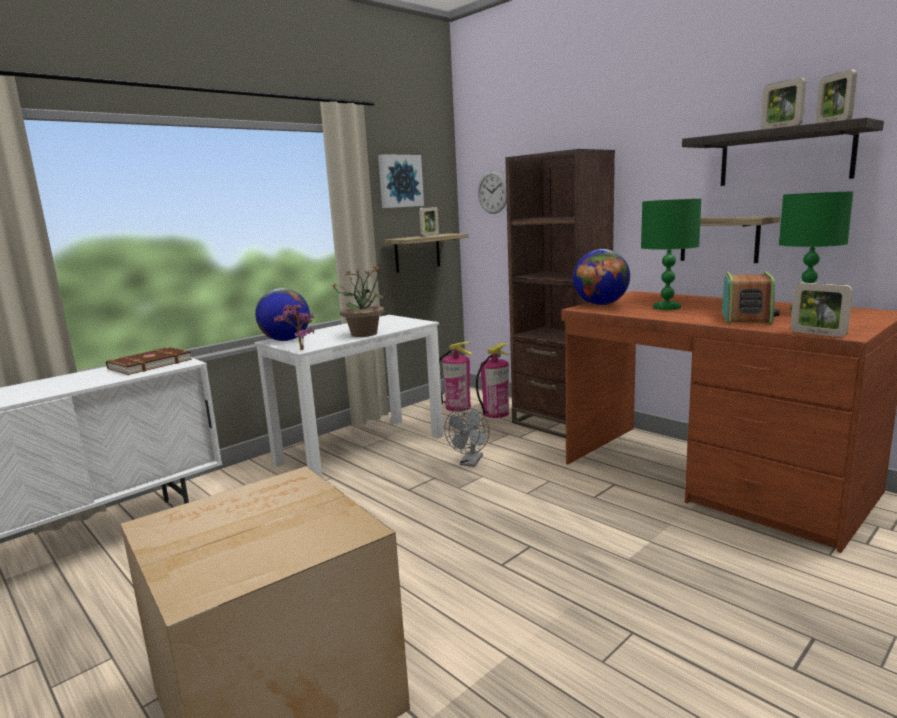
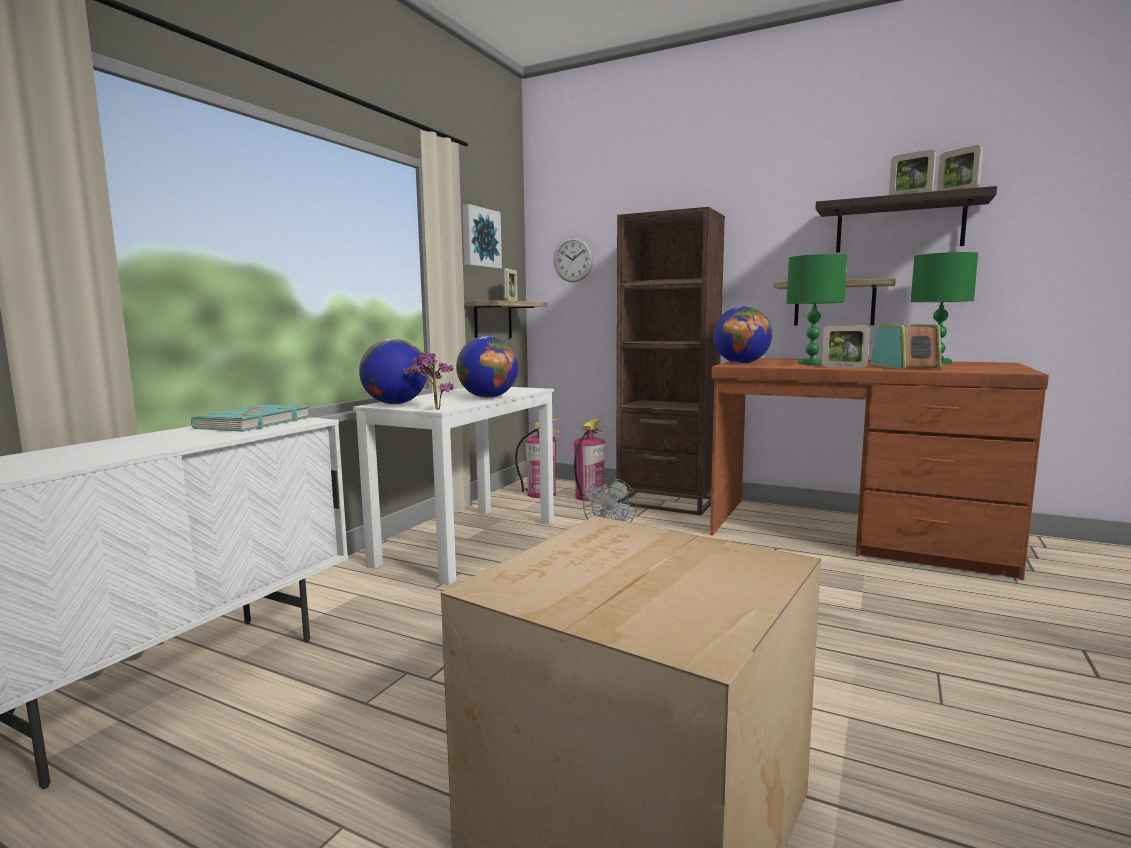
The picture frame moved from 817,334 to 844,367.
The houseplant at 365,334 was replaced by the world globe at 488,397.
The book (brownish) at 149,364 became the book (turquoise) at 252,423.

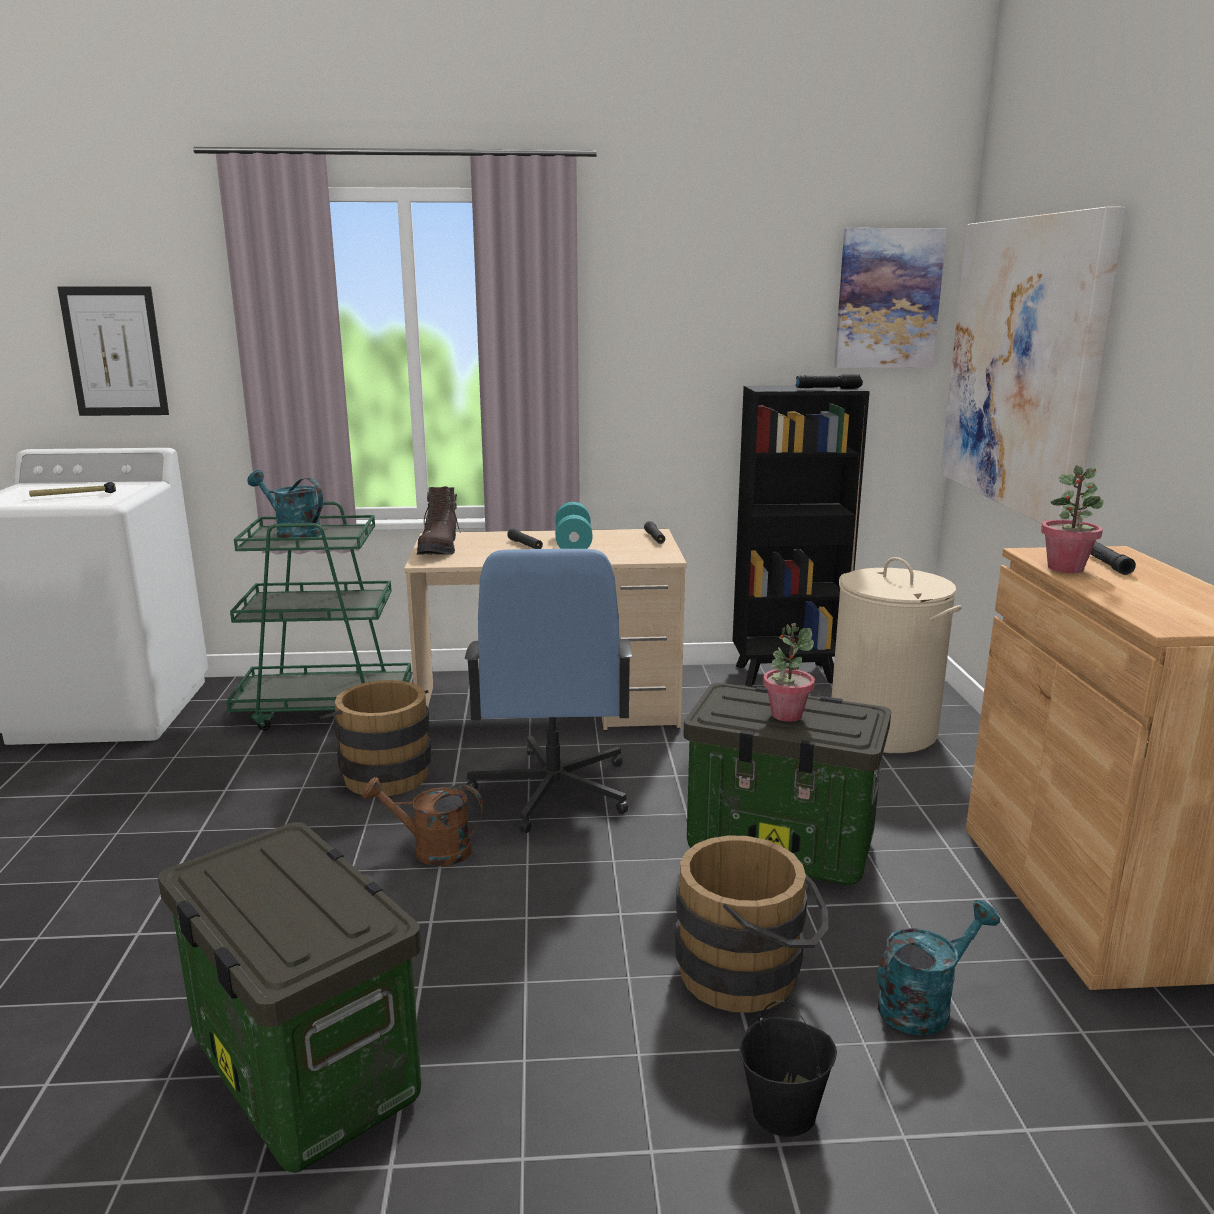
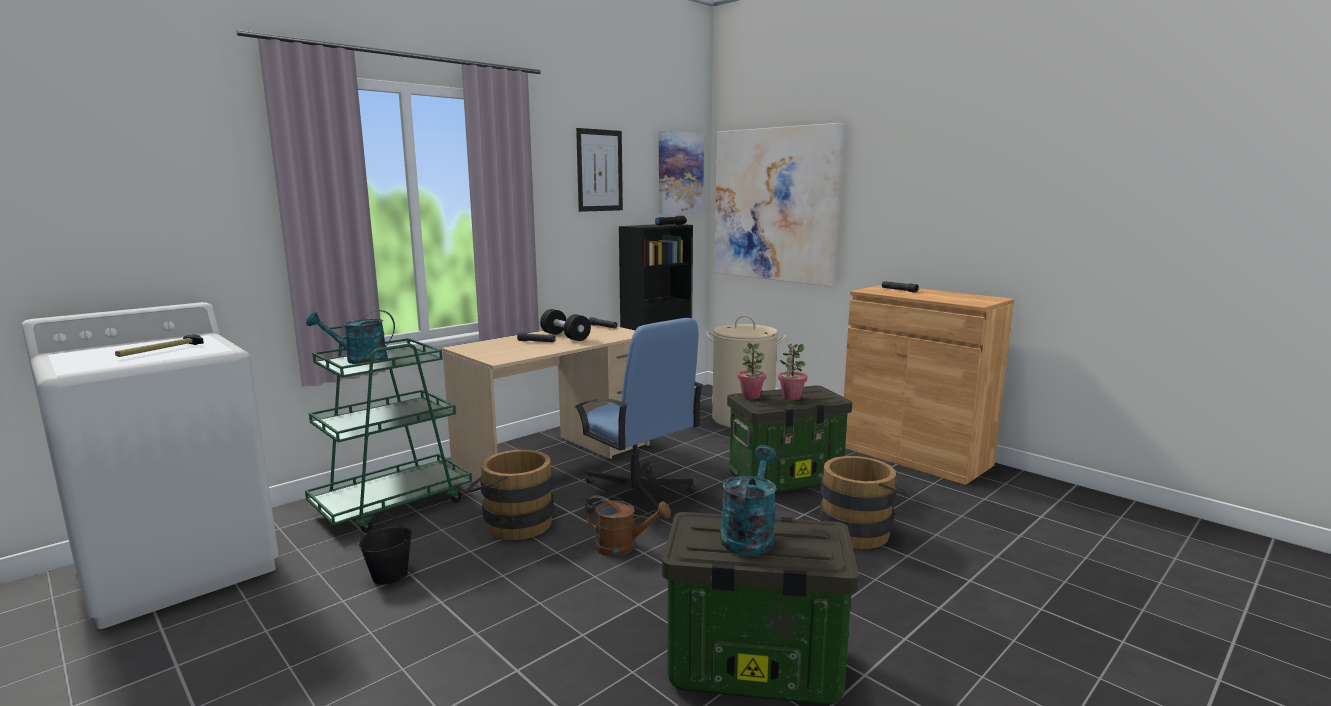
The tall boot (brownish) at 439,549 disappeared.
The wall picture moved from 115,352 to 599,170.
The bucket (black-coloured) moved from 784,1111 to 390,575.
The watering pot (turquoise) moved from 923,1004 to 749,534.
The houseplant moved from 1065,568 to 751,396.
The free weight (turquoise) at 573,544 became the free weight (black-coloured) at 565,337.
The watering pot (brownish) at 431,850 turned 135 degrees counterclockwise.

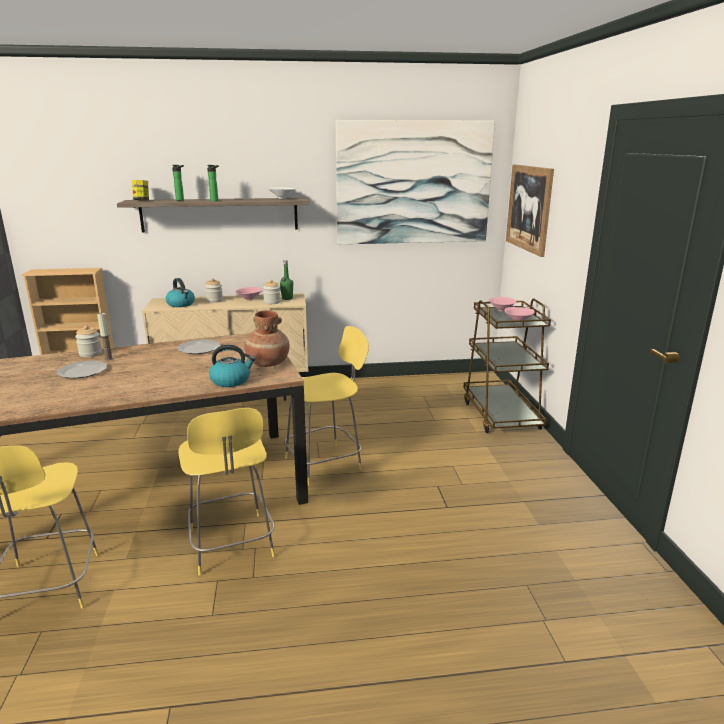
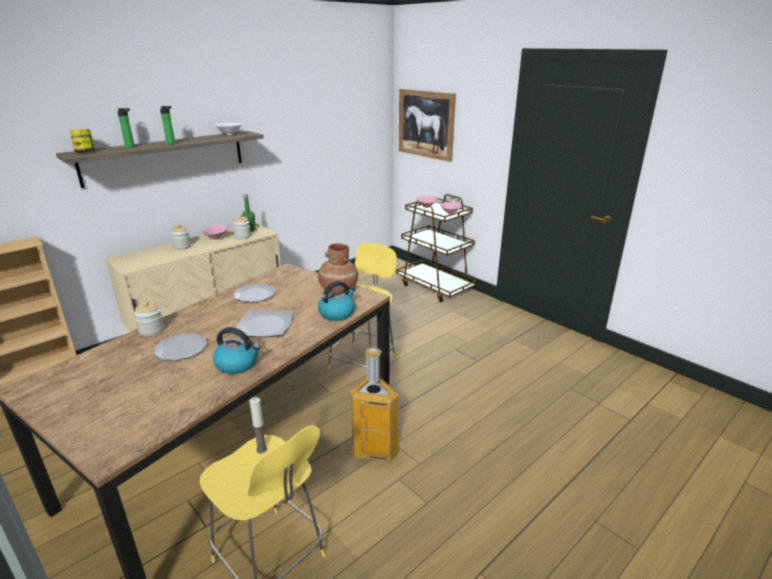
The wall picture at 413,183 disappeared.
The flat dish at 265,325 appeared.
The wax candle moved from 108,358 to 261,449.
The tea kettle moved from 181,304 to 238,364.
The stool seat (yellowish) at 231,545 was replaced by the rubbish bin at 375,450.

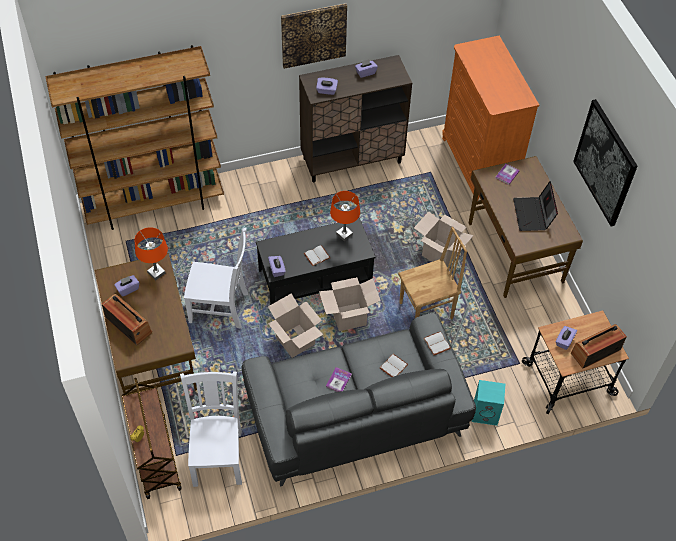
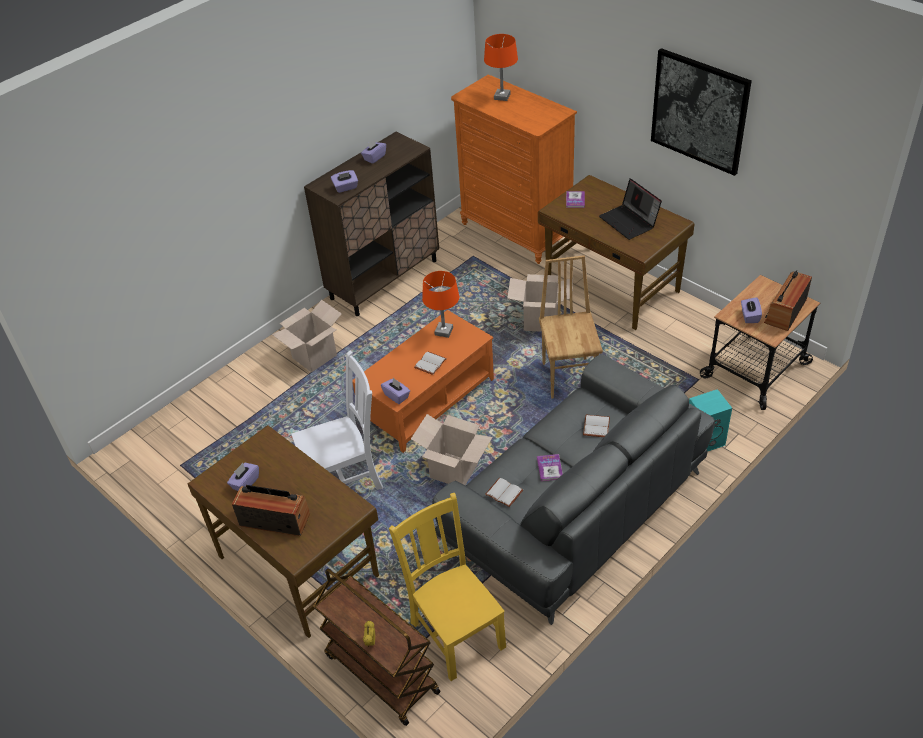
The bookcase (brownish) at 155,205 disappeared.
The wall picture at 313,35 disappeared.
The table lamp (orangey) moved from 156,273 to 502,97.
The packing box moved from 349,317 to 314,356.
The book (white) moved from 437,343 to 505,492.
The chair (white) at 218,456 became the chair (yellowish) at 456,632.
The coffee table (black-coloured) at 315,278 became the coffee table (orangey) at 428,401.
The chair (brownish) at 426,311 turned 45 degrees counterclockwise.

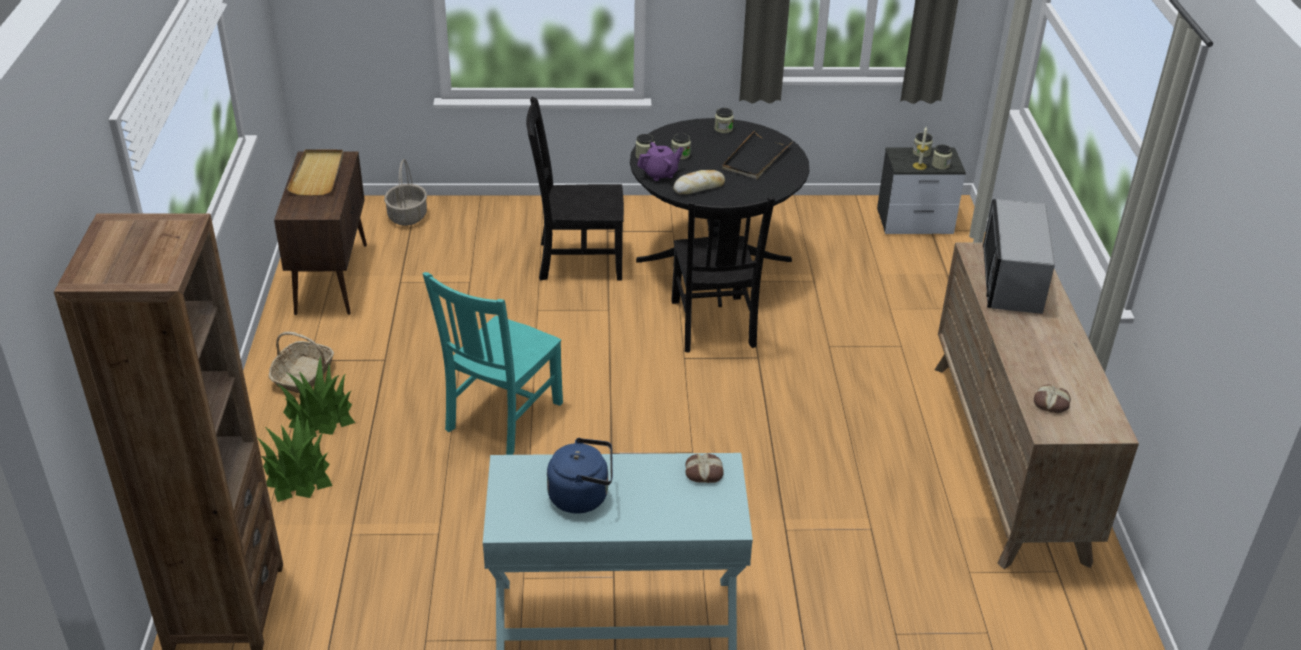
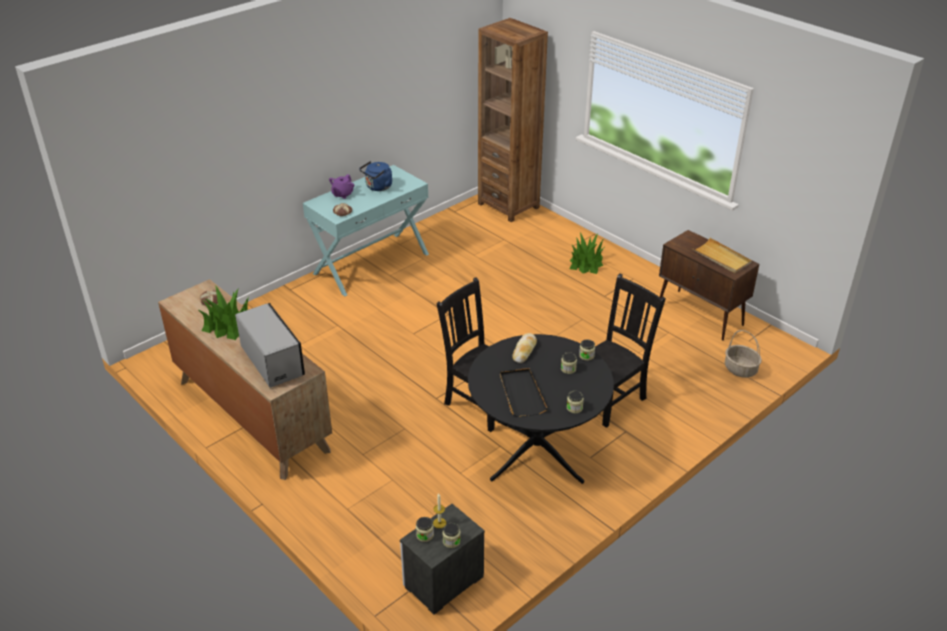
The household basket at 303,375 disappeared.
The chair (turquoise) at 501,418 disappeared.
The houseplant moved from 298,475 to 227,325.
The tea pot (purple) moved from 660,174 to 342,194.

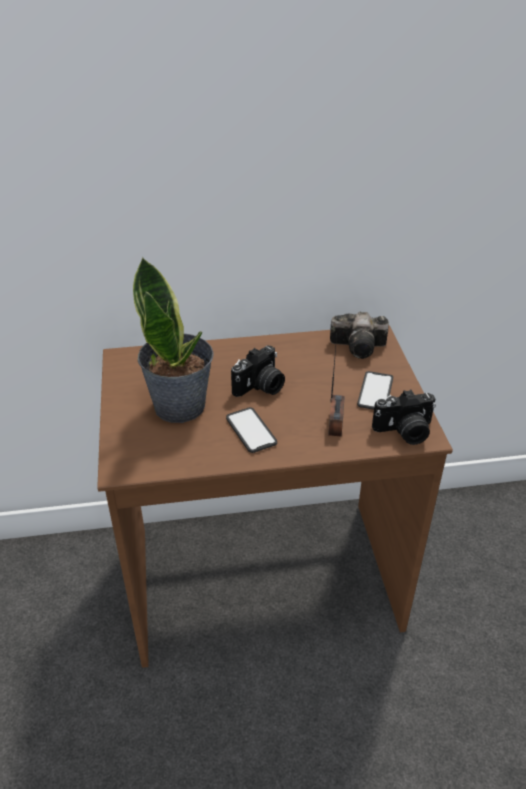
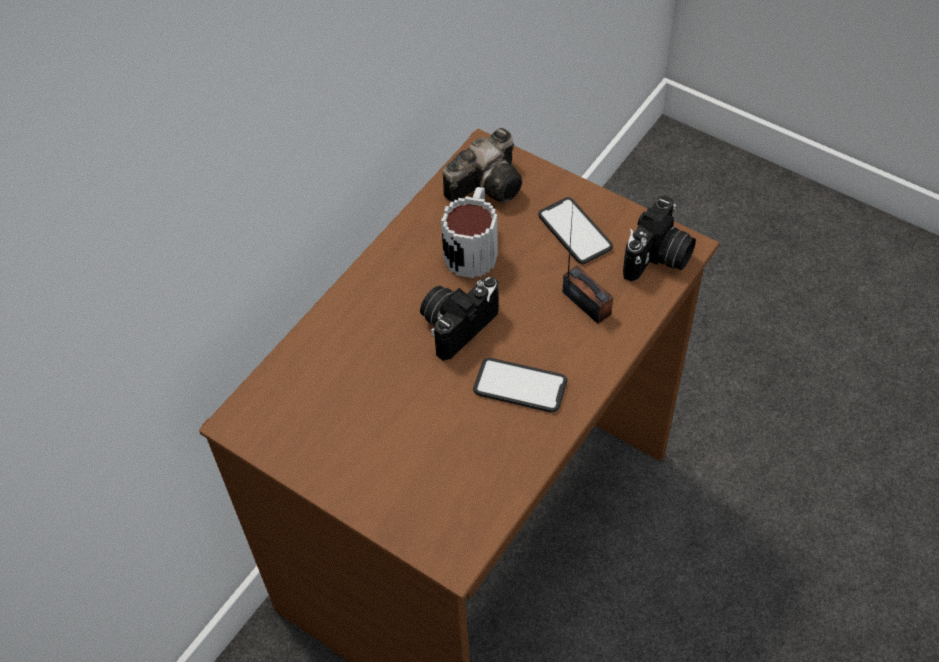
The houseplant at 180,405 disappeared.
The coffee mug at 473,247 appeared.
The still camera at 260,387 turned 135 degrees counterclockwise.

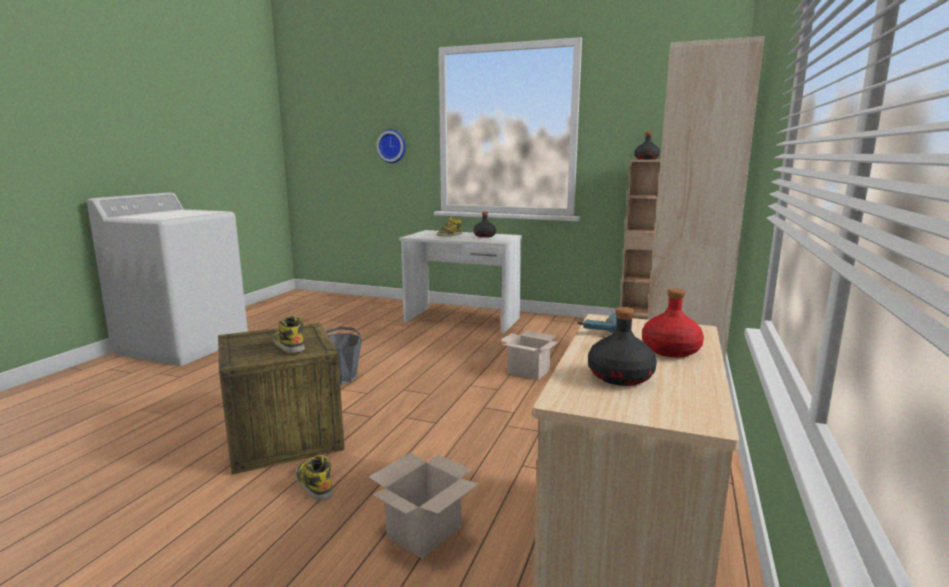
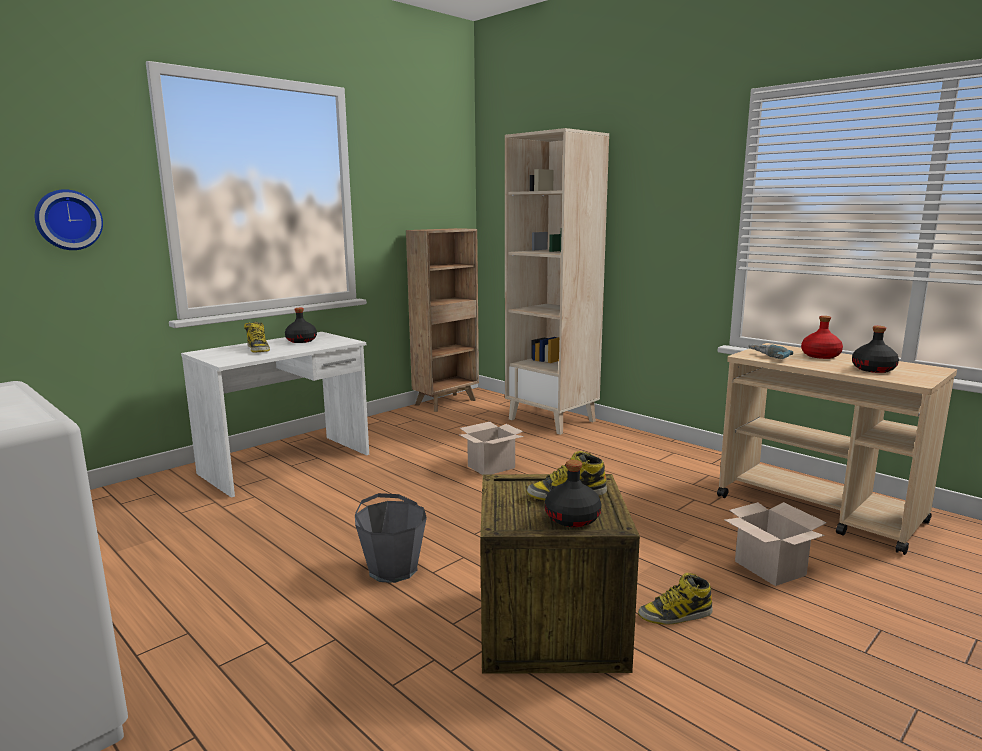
The drink bottle (black-coloured) moved from 647,159 to 573,518.

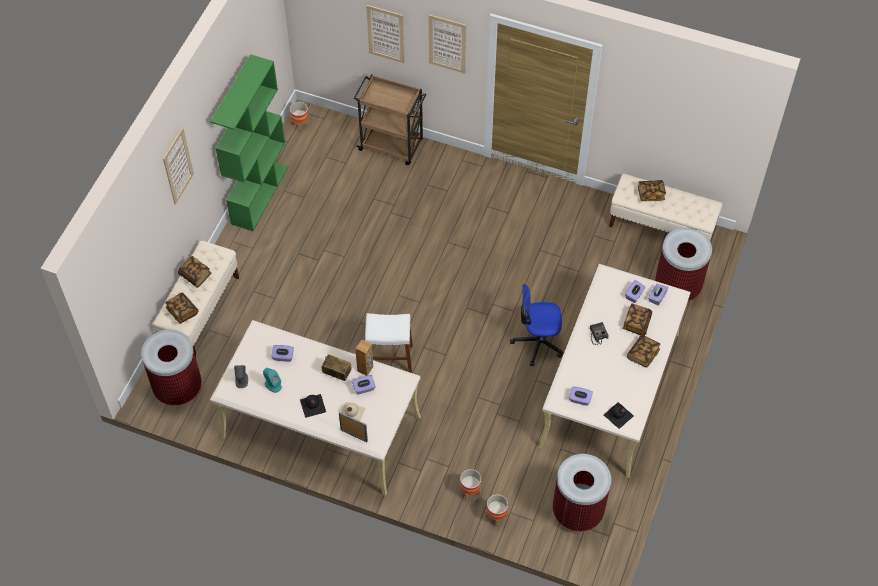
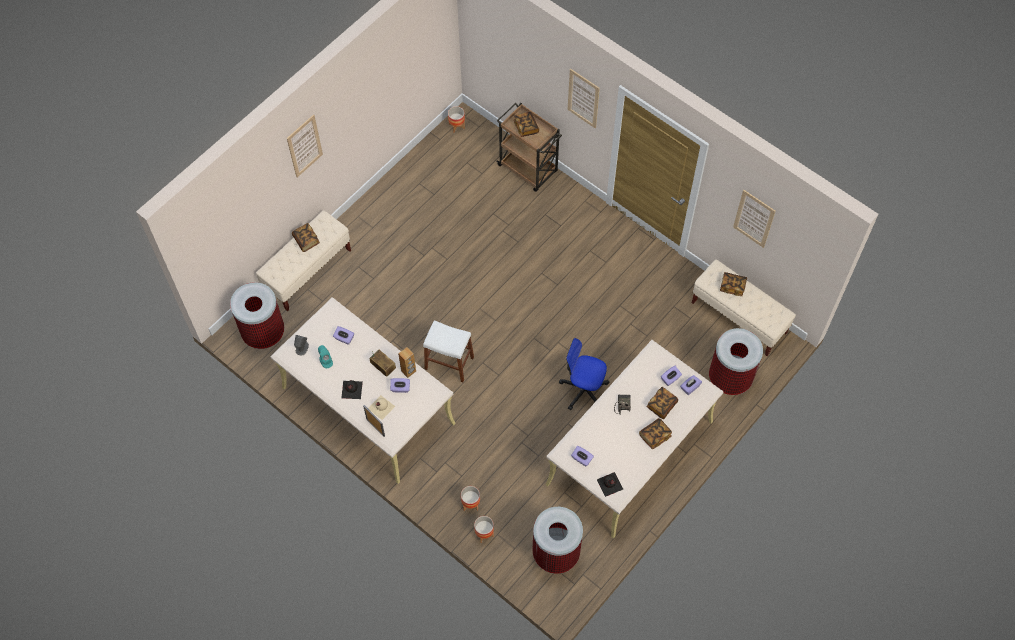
The bookcase (green) at 259,194 disappeared.
The book moved from 182,311 to 526,128.
The wall picture moved from 386,34 to 754,218.

